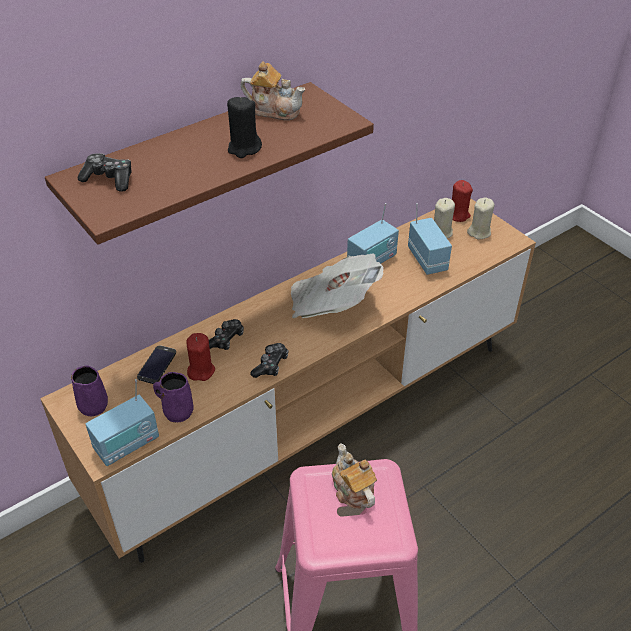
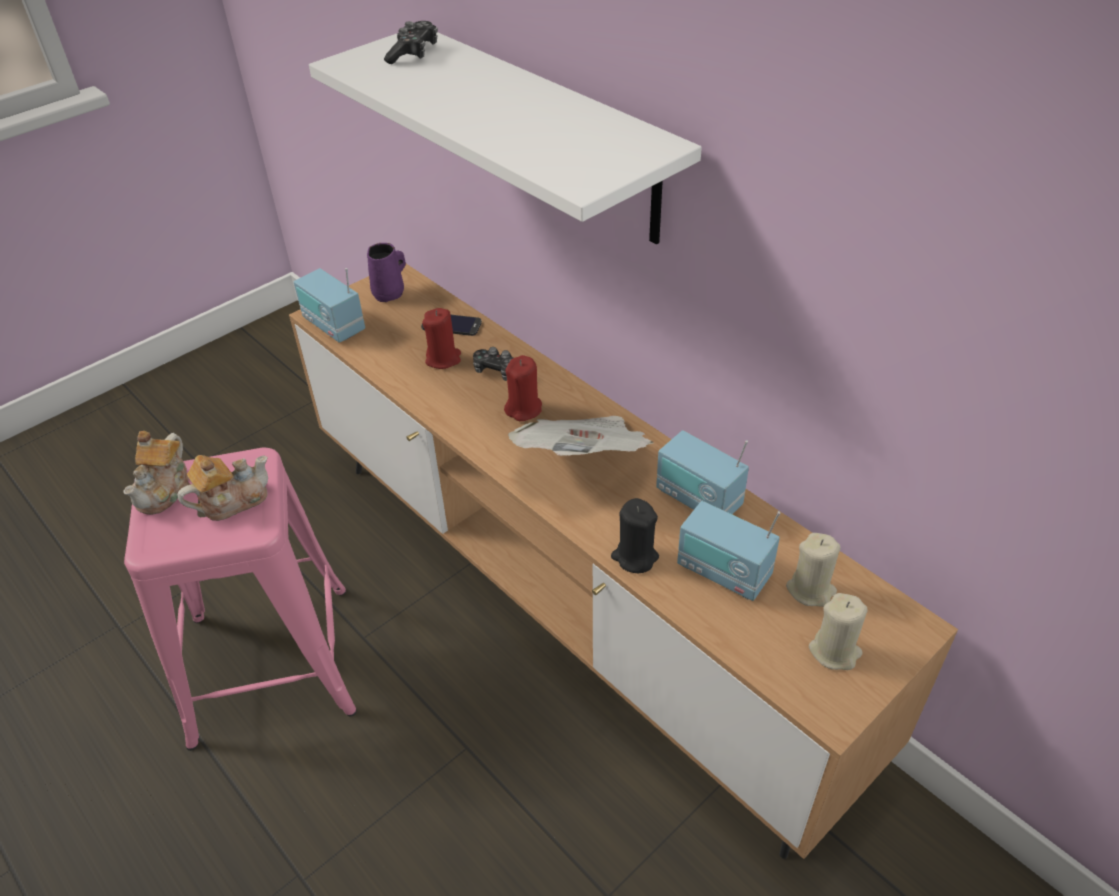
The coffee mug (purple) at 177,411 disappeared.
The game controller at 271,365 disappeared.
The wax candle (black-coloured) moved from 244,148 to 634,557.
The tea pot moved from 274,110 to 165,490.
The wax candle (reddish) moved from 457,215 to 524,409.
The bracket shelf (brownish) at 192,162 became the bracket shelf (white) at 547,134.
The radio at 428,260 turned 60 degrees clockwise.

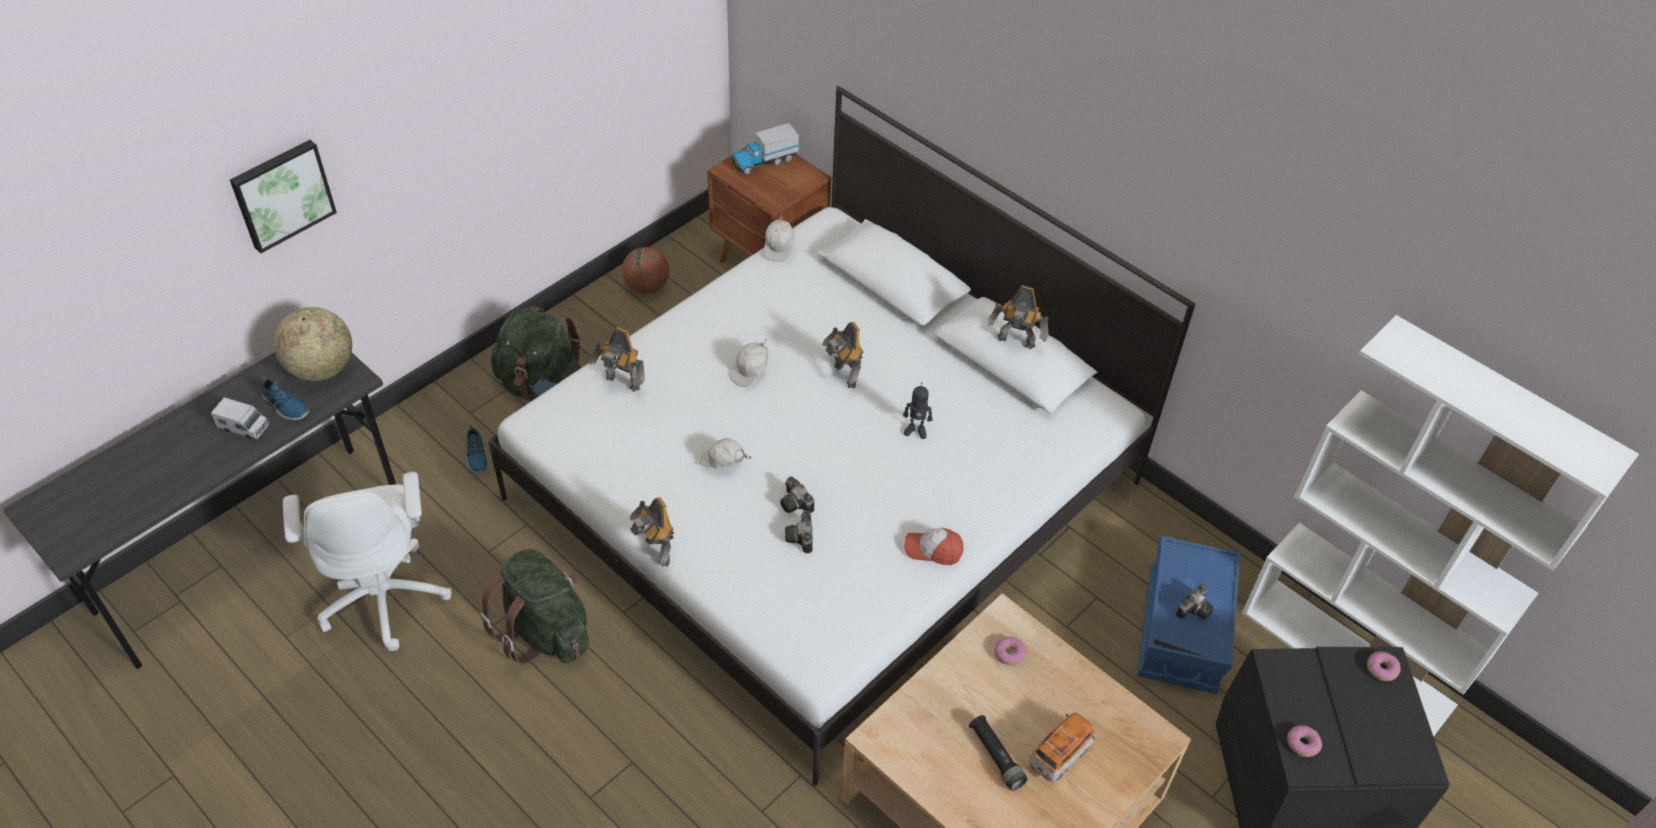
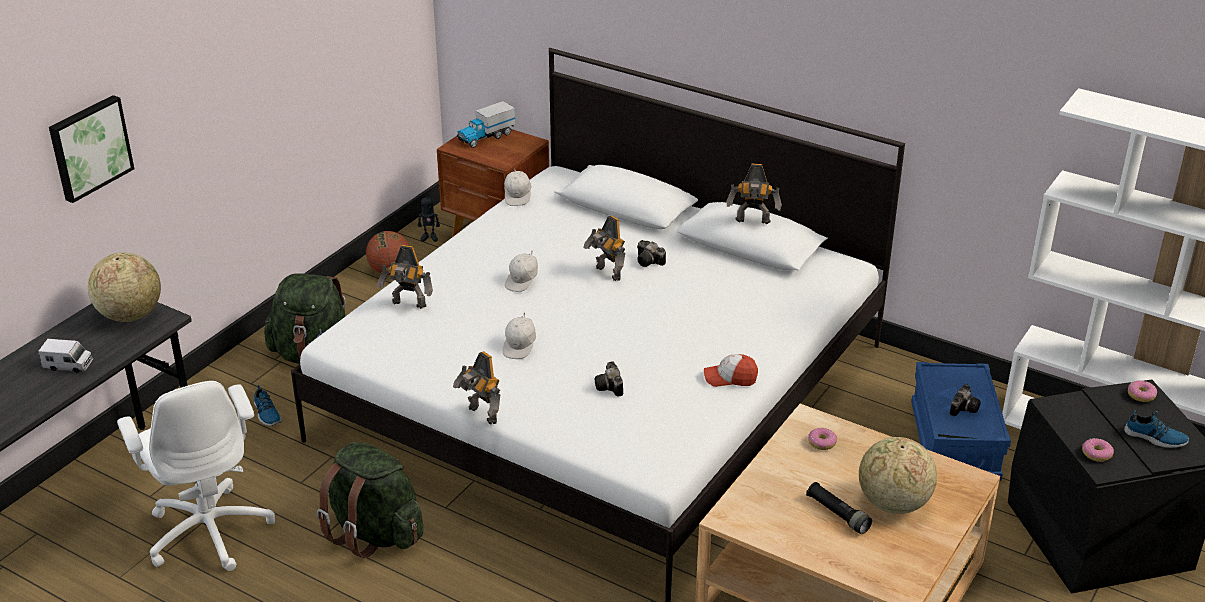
The low shoe moved from 285,406 to 1155,438.
The still camera moved from 796,504 to 650,262.
The model robot moved from 916,430 to 429,237.
The model car at 1060,754 was replaced by the world globe at 892,504.
The peaked cap (white) at 722,464 turned 90 degrees counterclockwise.

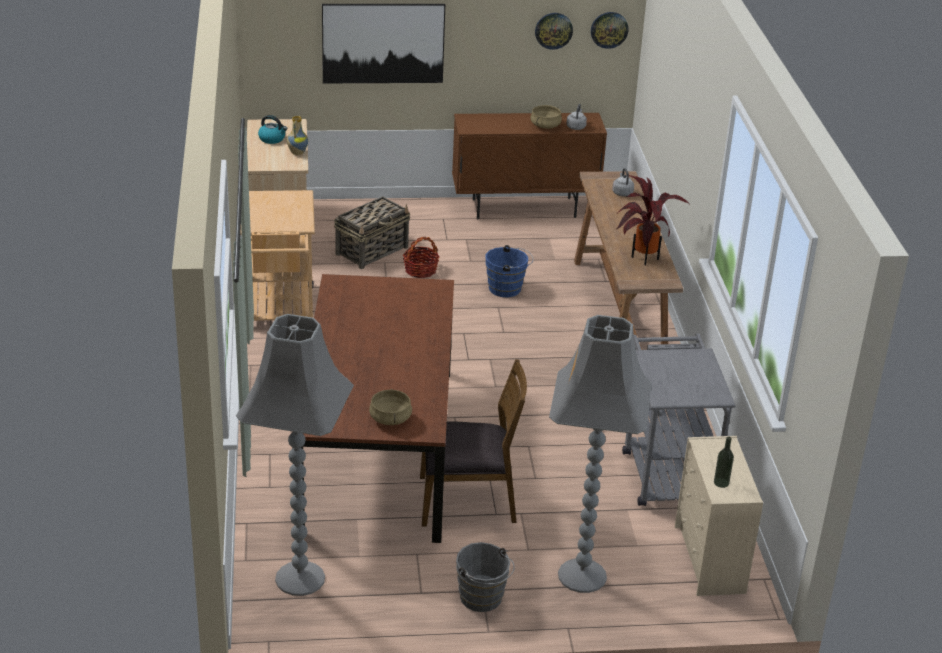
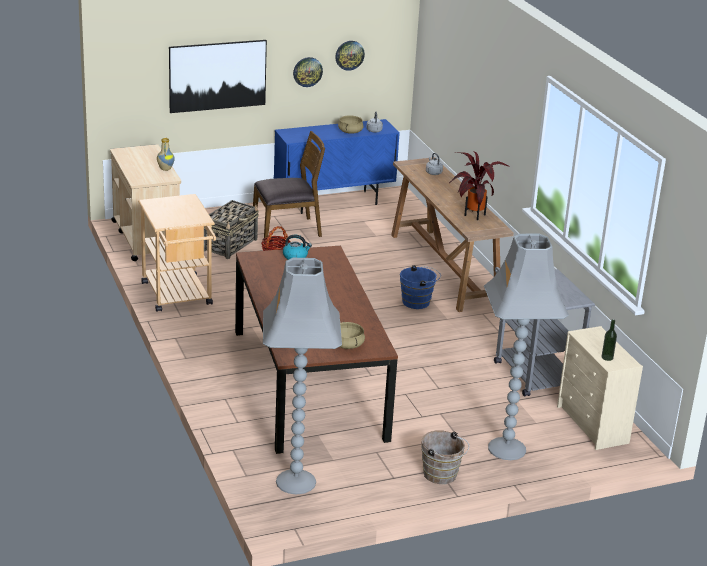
The tea kettle moved from 272,139 to 295,256.
The chair (brownish) moved from 468,500 to 287,229.
The bucket (blue-coloured) moved from 507,289 to 418,302.
The wall clock moved from 609,29 to 307,71.
The storage cabinet (brownish) at 524,208 became the storage cabinet (blue-coloured) at 334,202.
The bucket (gray) at 482,599 became the bucket (brownish) at 442,475.

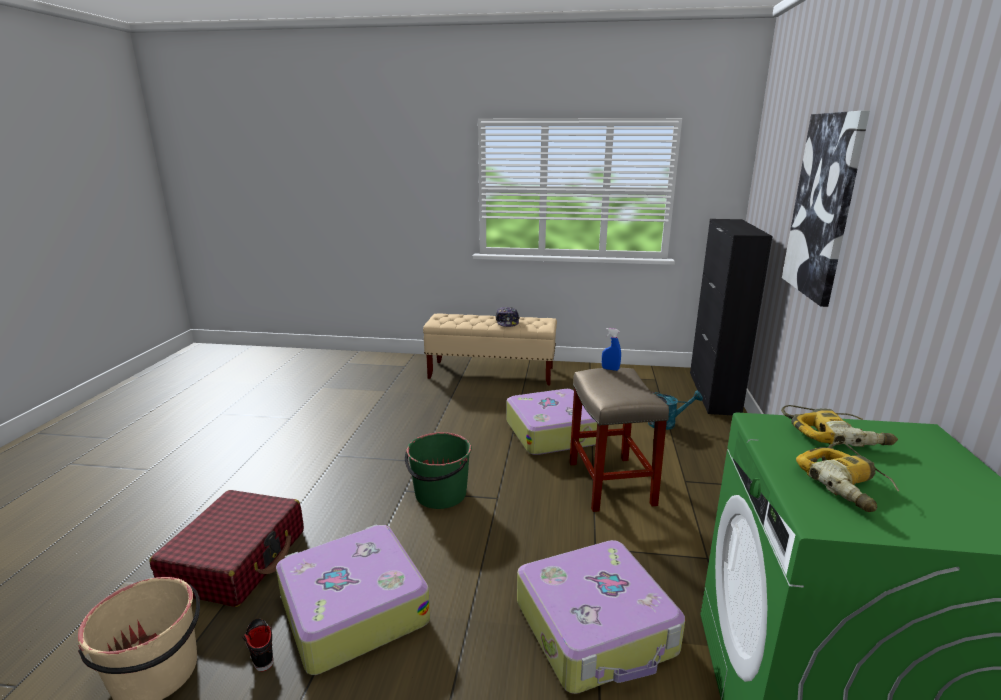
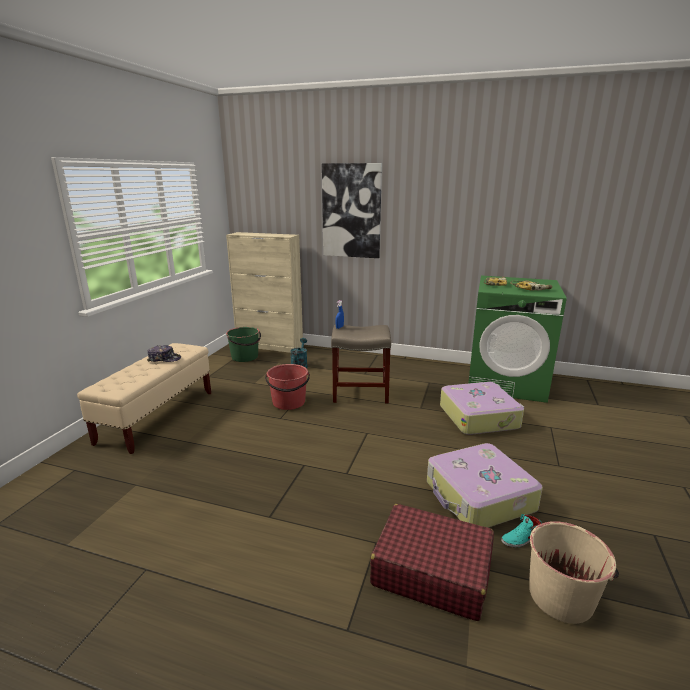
The bucket (green) moved from 440,494 to 245,357.
The piece of luggage at 552,432 was replaced by the bucket (reddish) at 289,402.
The low shoe (black-coloured) at 260,647 became the low shoe (turquoise) at 521,539.
The storage cabinet (black-coloured) at 713,393 became the storage cabinet (sand-coloured) at 270,346.

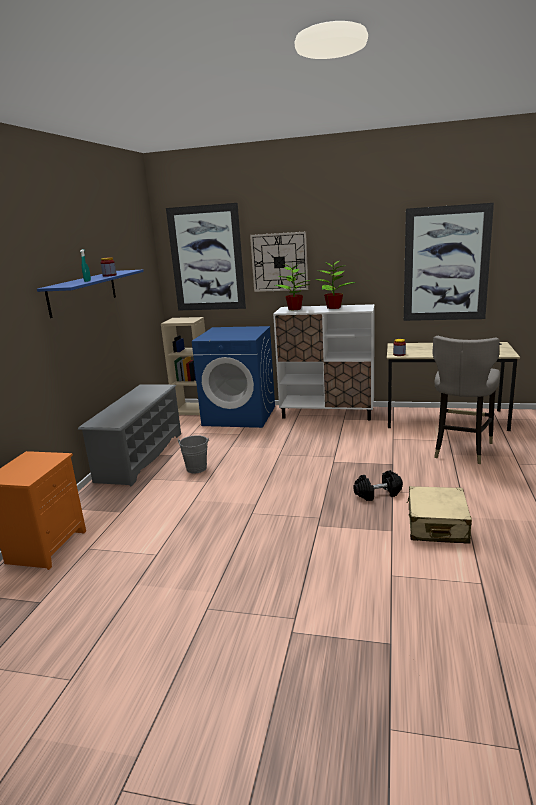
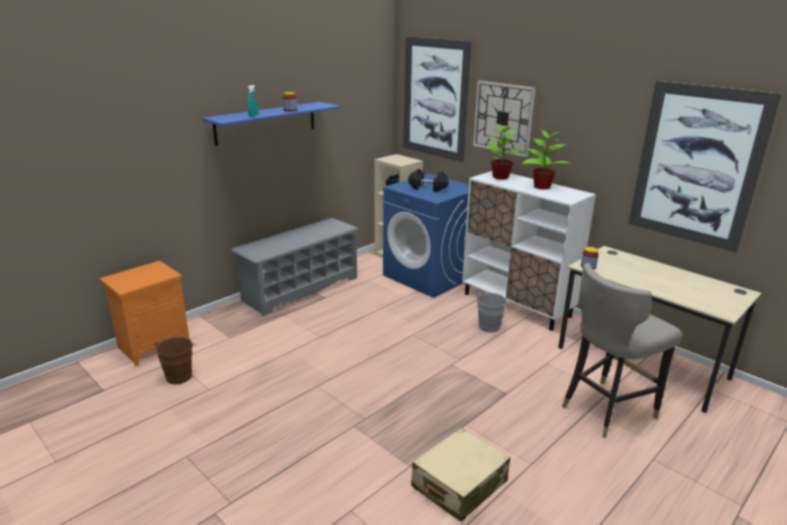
The bucket (brownish) at 180,375 appeared.
The bucket (gray) moved from 197,467 to 490,326.
The free weight (black-coloured) moved from 378,494 to 427,188.

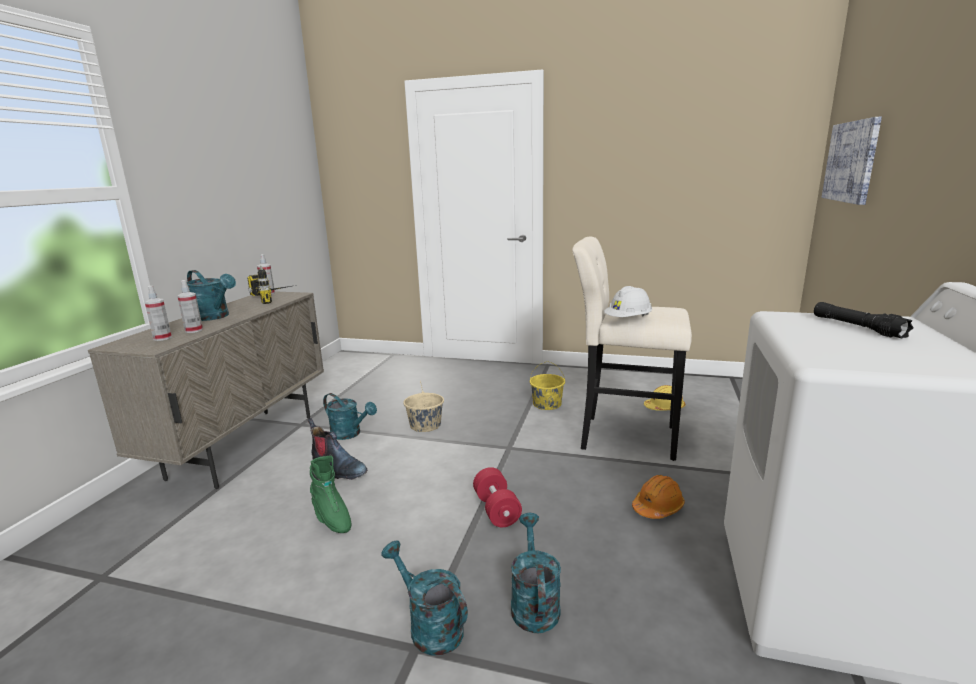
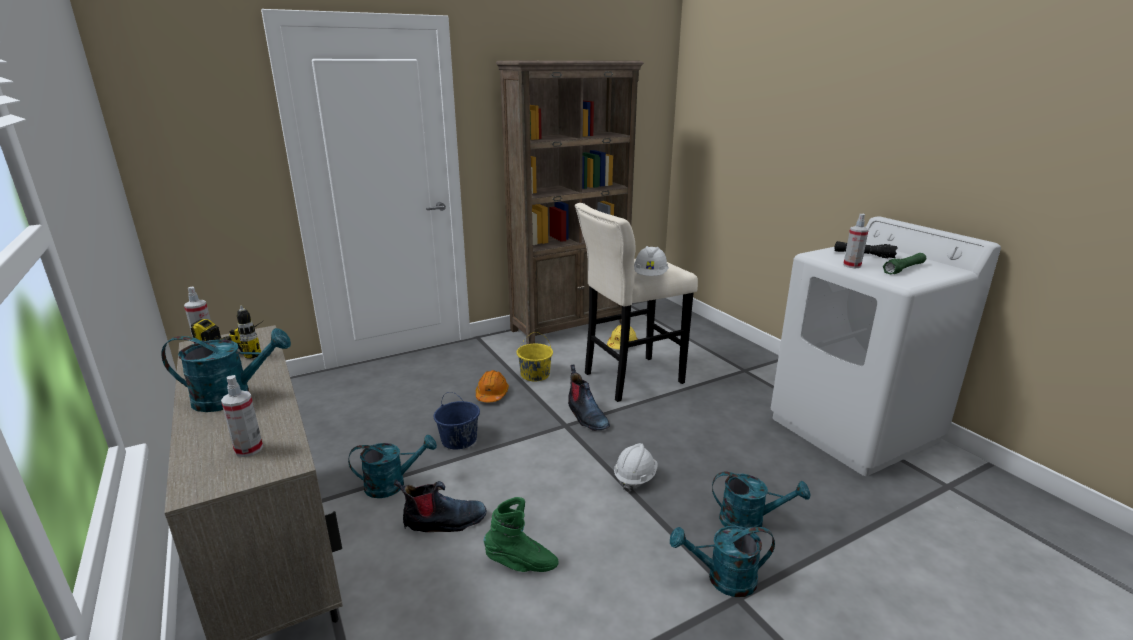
The wall picture at 851,161 disappeared.
The bookcase (brownish) at 570,326 appeared.
The tall boot at 586,416 appeared.
The flashlight (green) at 904,269 appeared.
The sprayer moved from 194,330 to 852,265.
The hard hat (orangey) moved from 658,507 to 492,394.
The free weight (reddish) at 496,510 was replaced by the hard hat (white) at 635,477.
The bucket (sand-coloured) at 425,425 became the bucket (blue-coloured) at 459,440.
The watering pot (turquoise) at 533,602 turned 150 degrees clockwise.

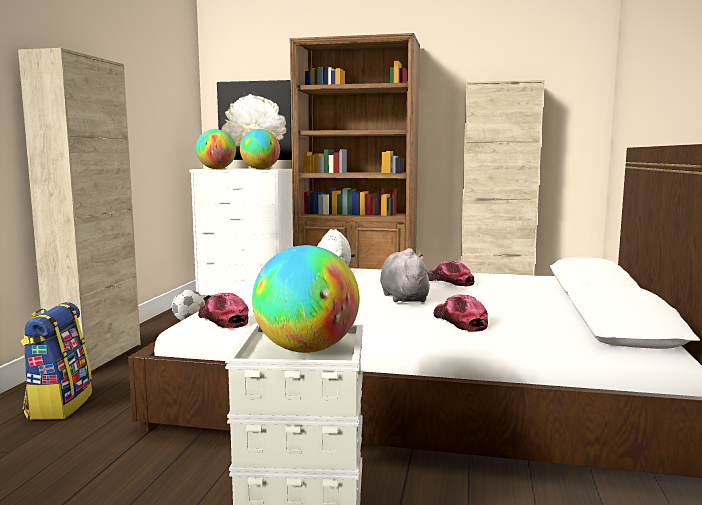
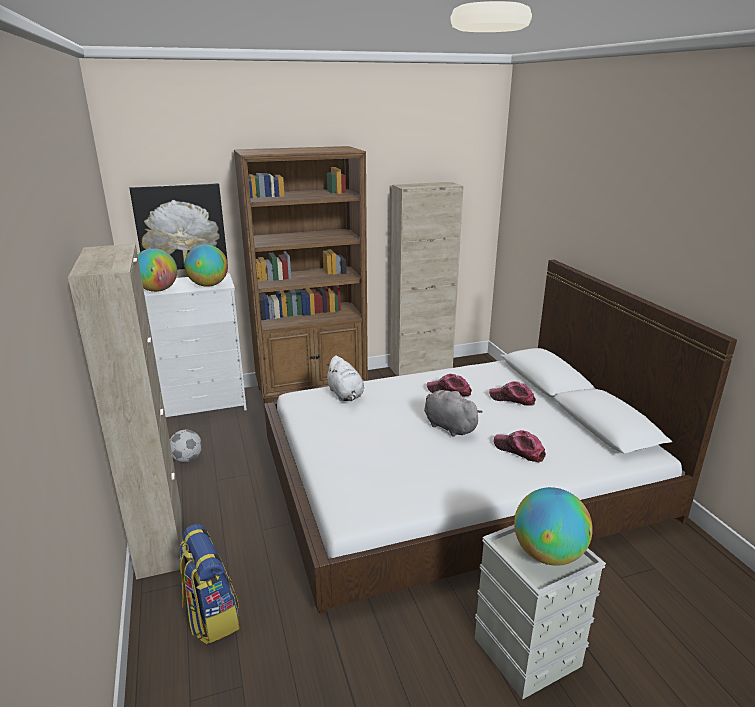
The peaked cap moved from 223,319 to 512,399.

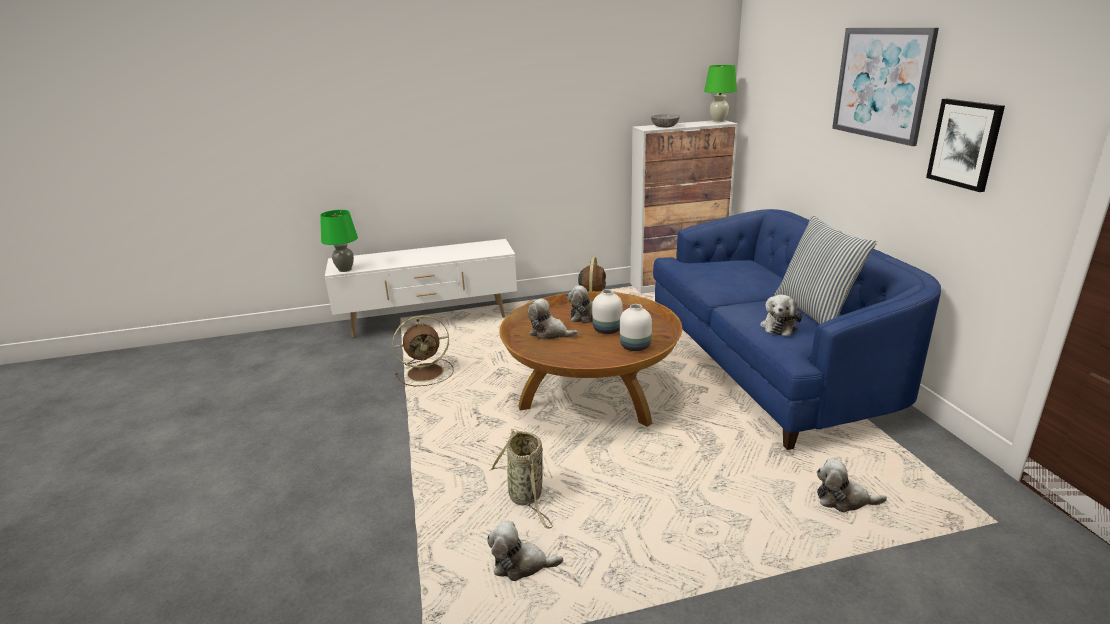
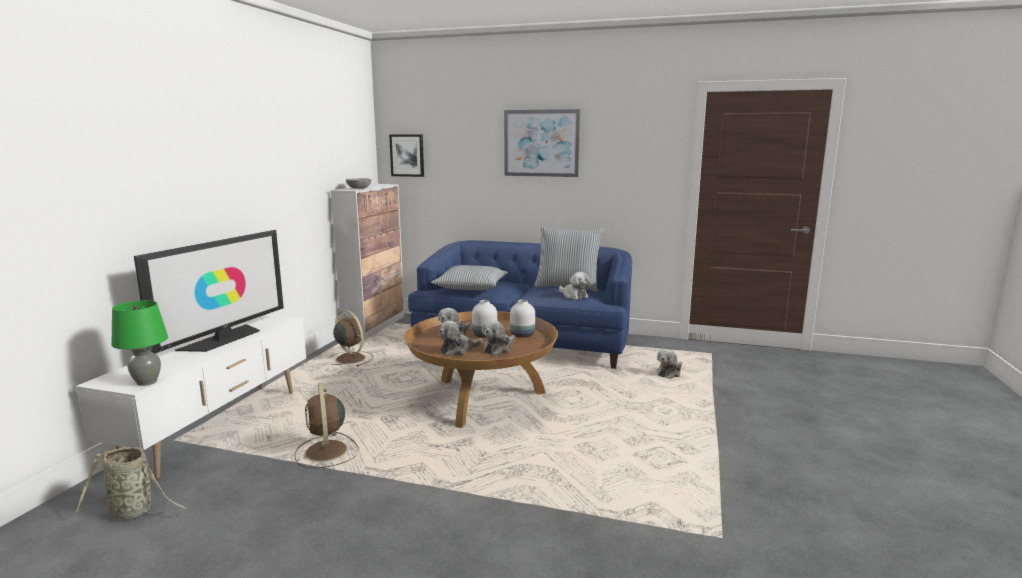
The table lamp (green) at 718,121 disappeared.
The television at 223,339 appeared.
The pillow at 471,287 appeared.
The cuddly toy moved from 521,564 to 498,349.
The household basket moved from 526,497 to 134,512.
The wall picture moved from 965,144 to 407,155.
The electric fan (brownish) at 427,372 turned 150 degrees clockwise.

